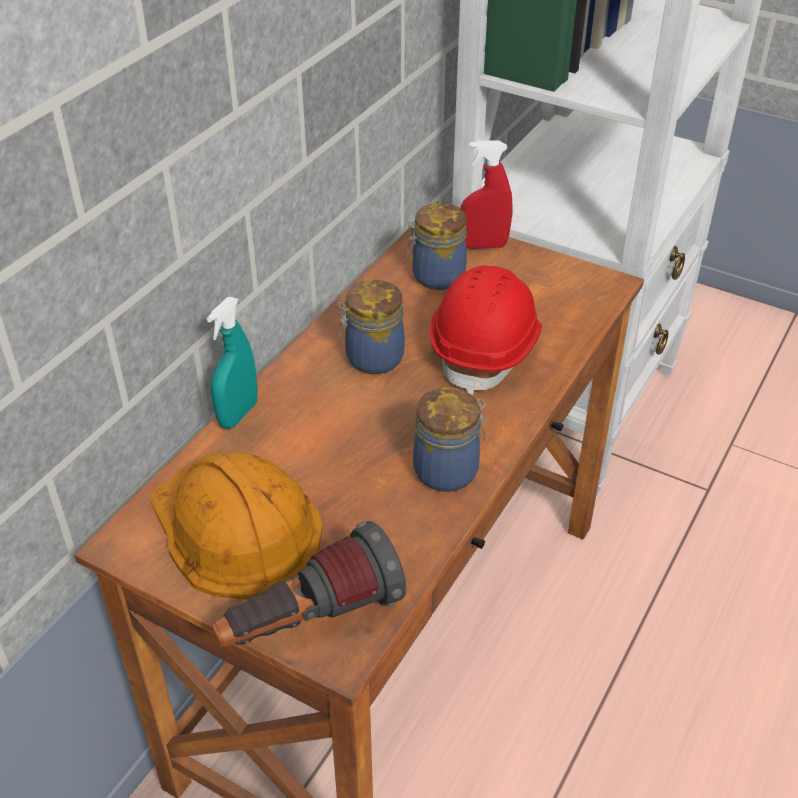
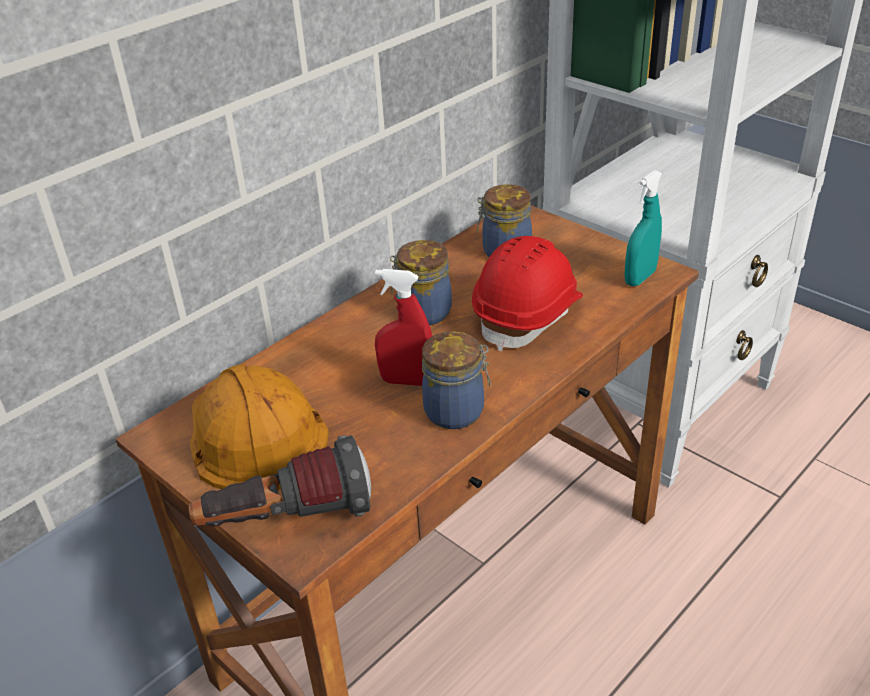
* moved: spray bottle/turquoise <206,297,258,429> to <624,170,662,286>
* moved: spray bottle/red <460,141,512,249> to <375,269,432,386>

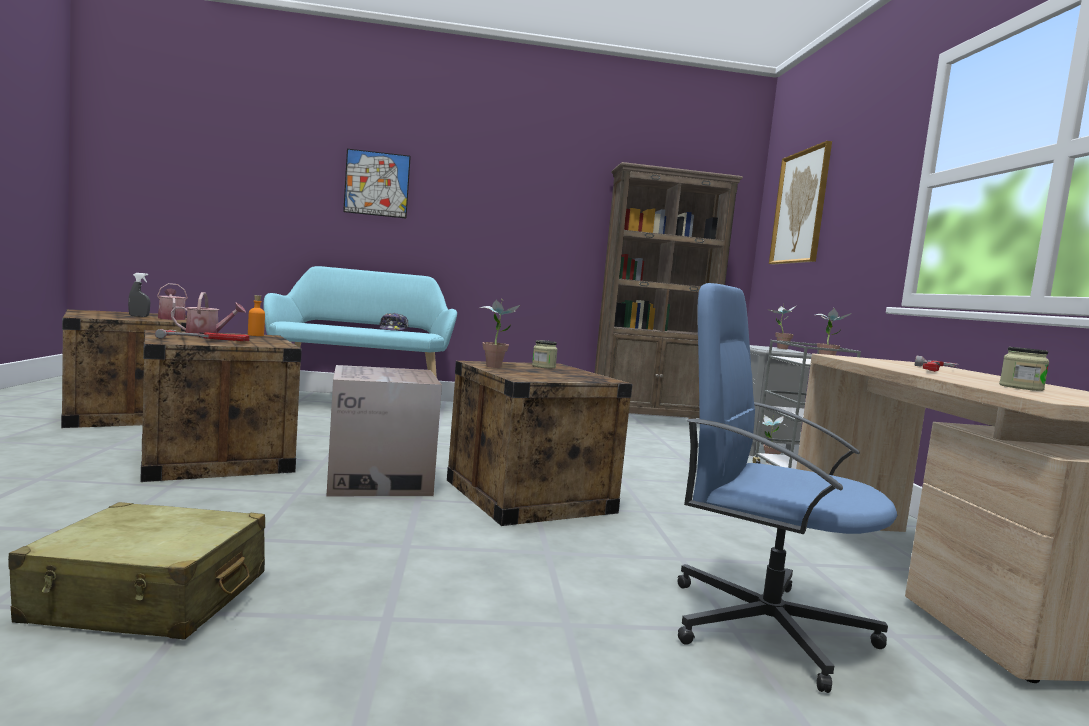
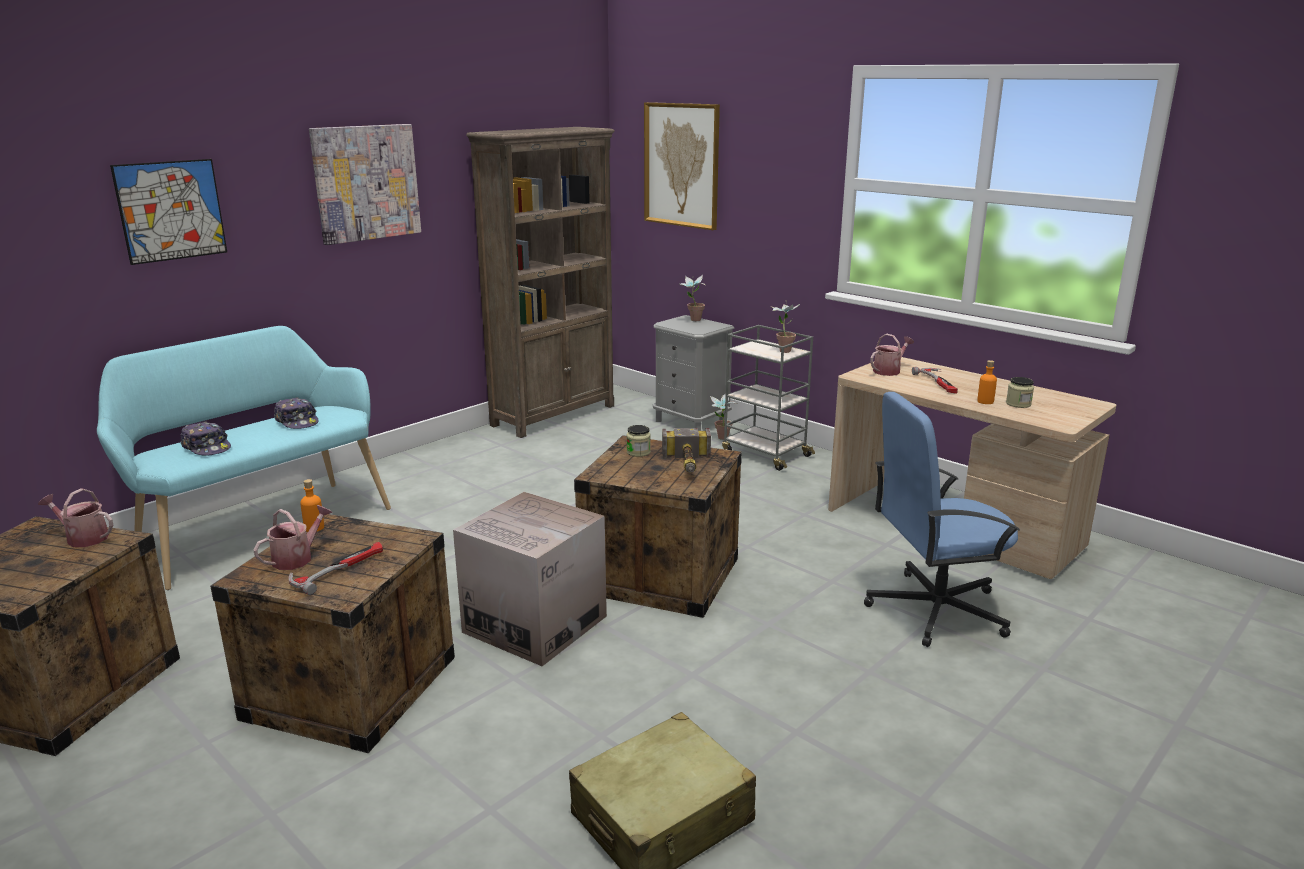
* removed: spray bottle/grey <128,273,150,317>
* removed: potted plant <480,299,520,368>
* added: cap <180,421,231,456>
* added: picture <309,124,421,245>
* added: hammer <662,428,711,473>
* added: watering can <870,334,914,376>
* added: bottle/orange <977,360,997,404>

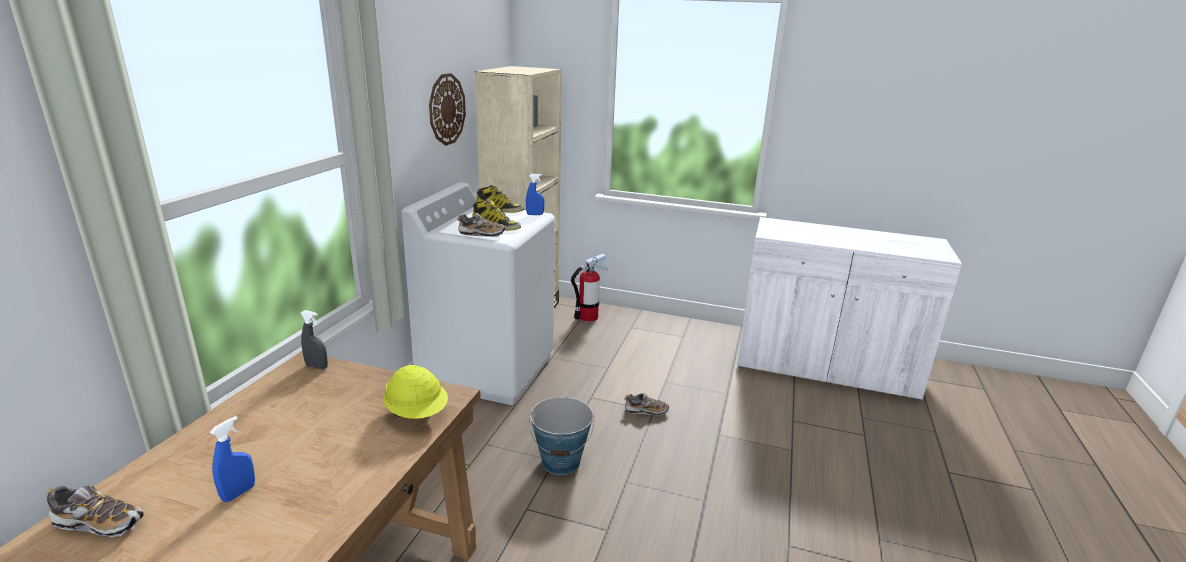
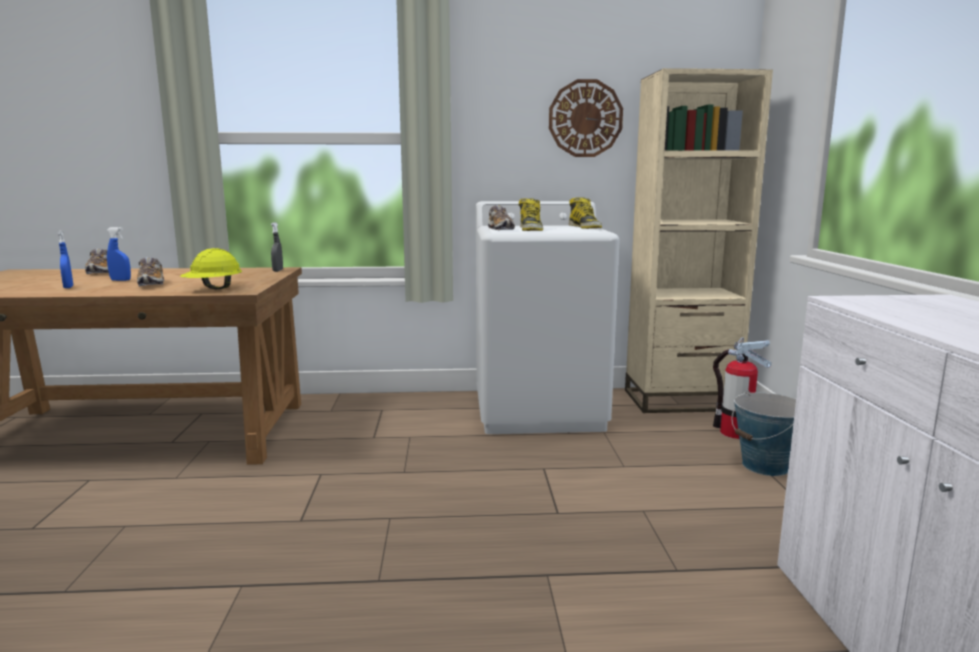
* moved: spray bottle/blue <526,174,544,215> to <58,231,73,288>
* moved: bucket <529,397,594,475> to <731,390,796,476>
* moved: shoe <625,393,669,415> to <137,257,164,287>

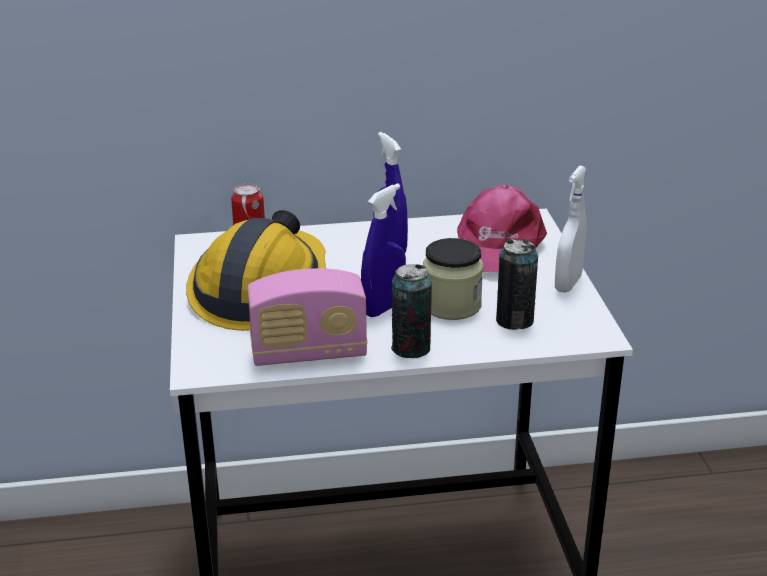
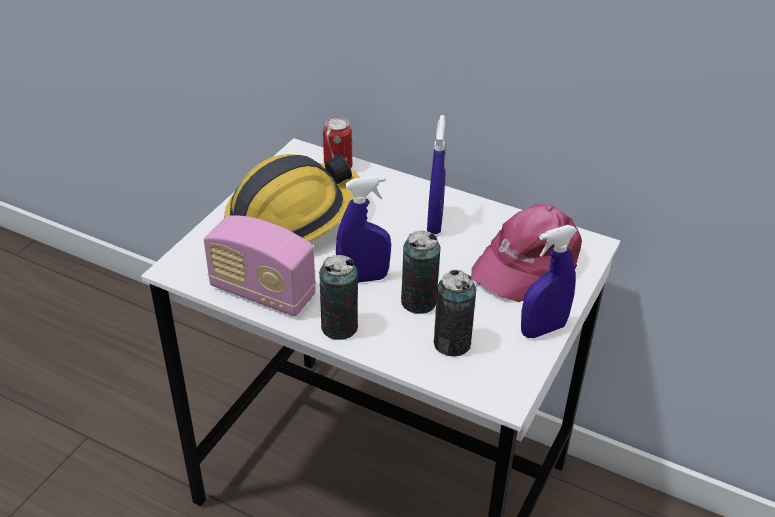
* replaced: jar <423,238,483,320> to can <401,231,440,314>
* recoloured: spray bottle/white <555,166,587,293> to spray bottle/blue <521,225,578,338>

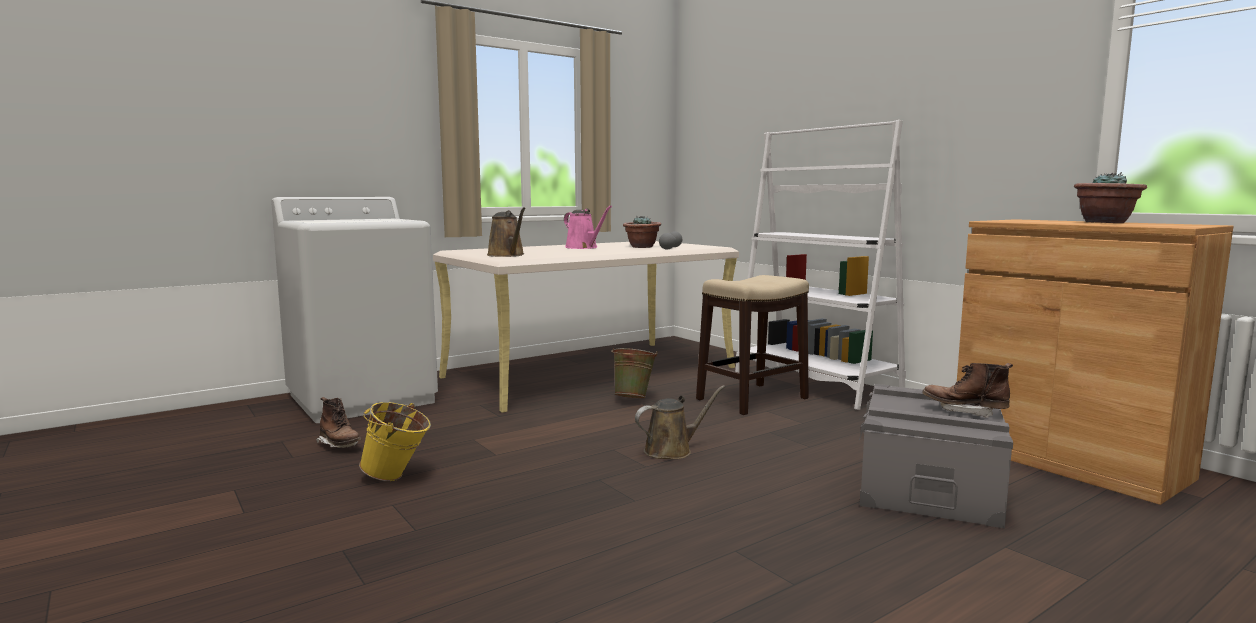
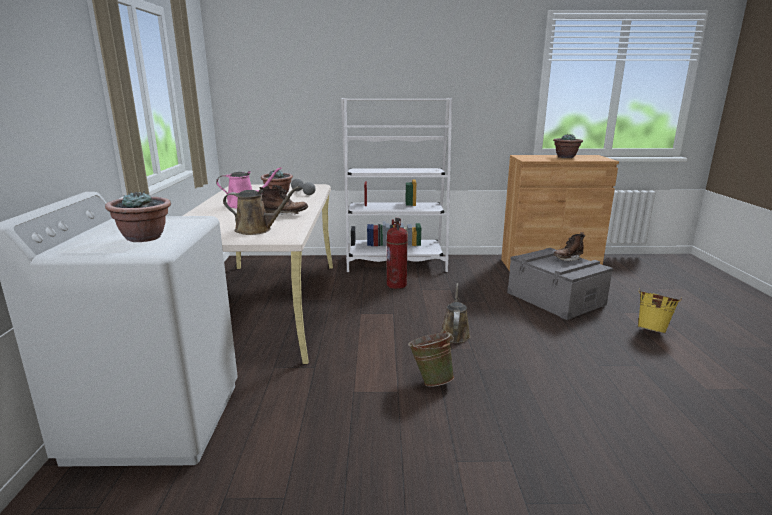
* moved: boot/brown <316,397,361,448> to <260,185,308,215>
* moved: bucket/yellow <359,402,431,481> to <637,289,682,334>
* moved: bucket/green <611,348,658,398> to <408,330,454,387>
* replaced: stool <696,275,809,415> to fire extinguisher <387,218,408,289>
* added: potted plant <105,191,171,242>

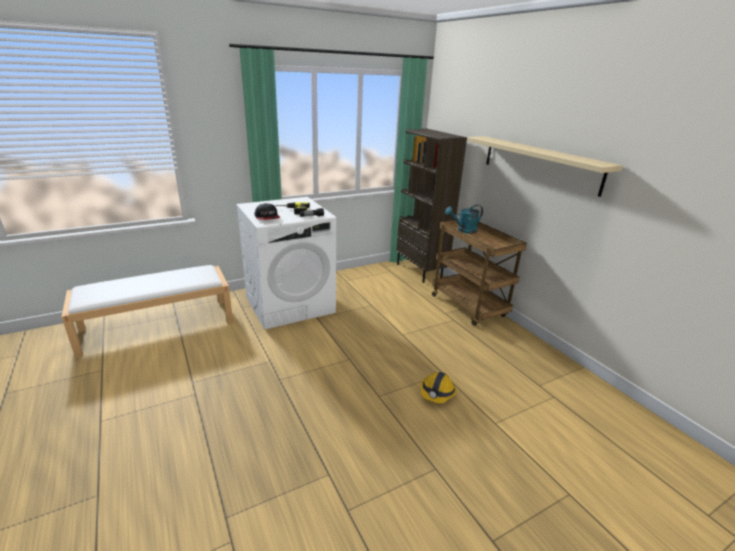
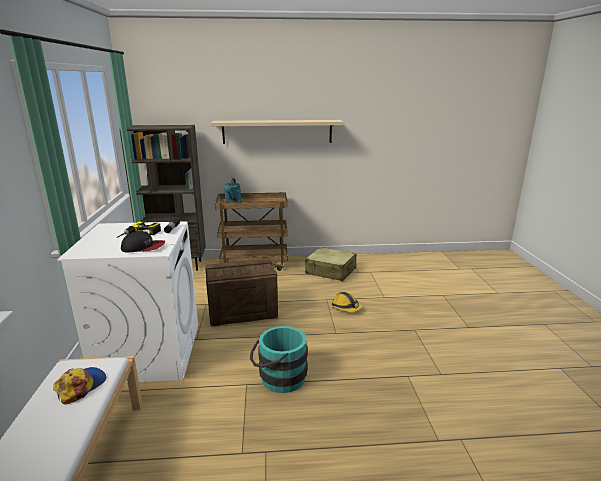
* added: cap <53,367,107,405>
* added: crate <205,259,278,326>
* added: bucket/turquoise <250,326,308,393>
* added: suitcase/beige <305,247,357,281>

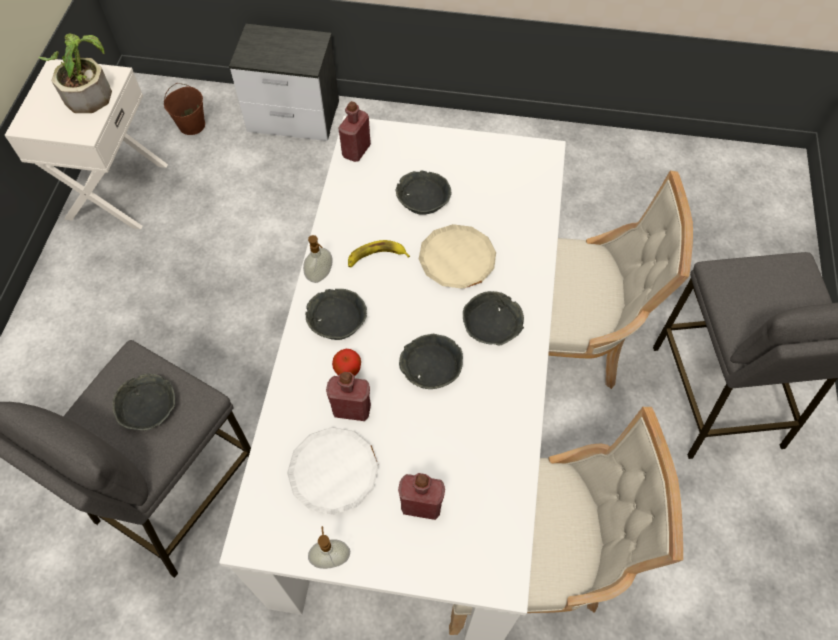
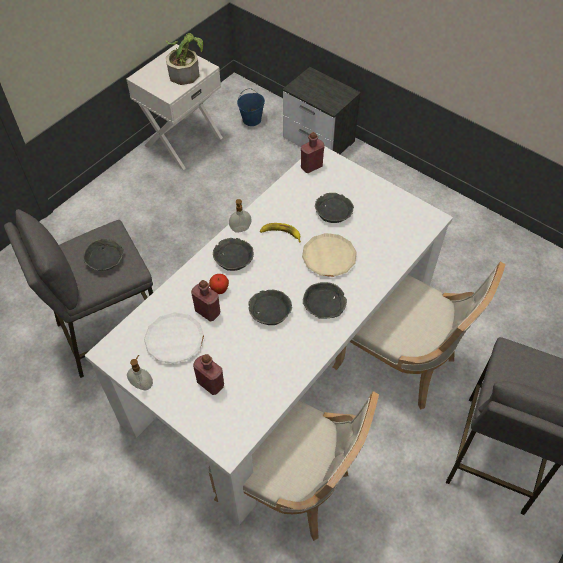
* recoloured: bucket/brown <164,83,205,135> to bucket/blue <237,88,265,126>

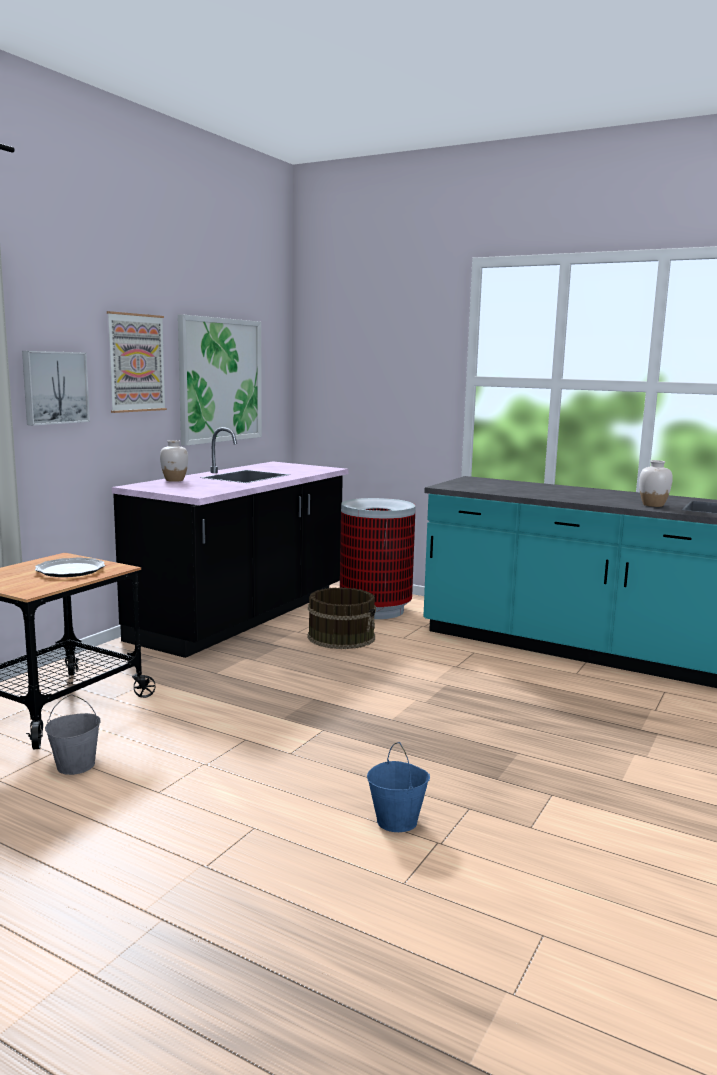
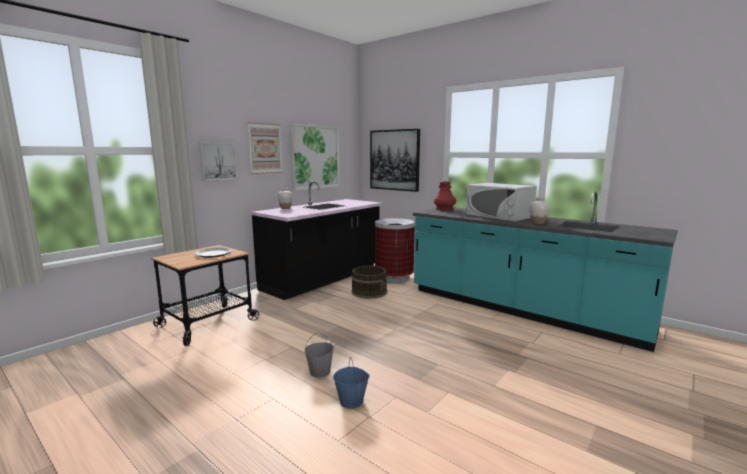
* moved: bucket/grey <45,694,101,775> to <304,332,334,378>
* added: picture <370,129,420,192>
* added: vase/red <434,181,456,210>
* added: microwave/white <466,183,537,222>

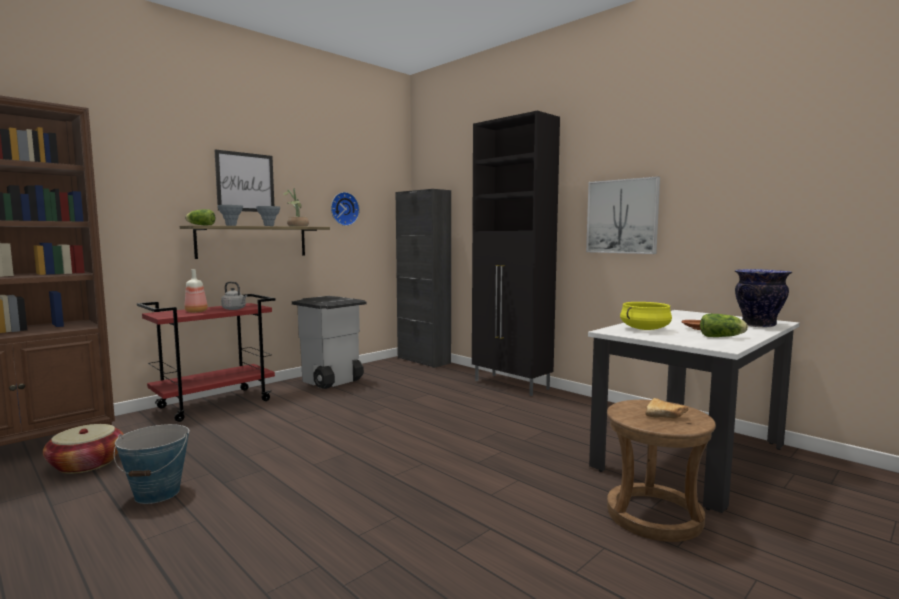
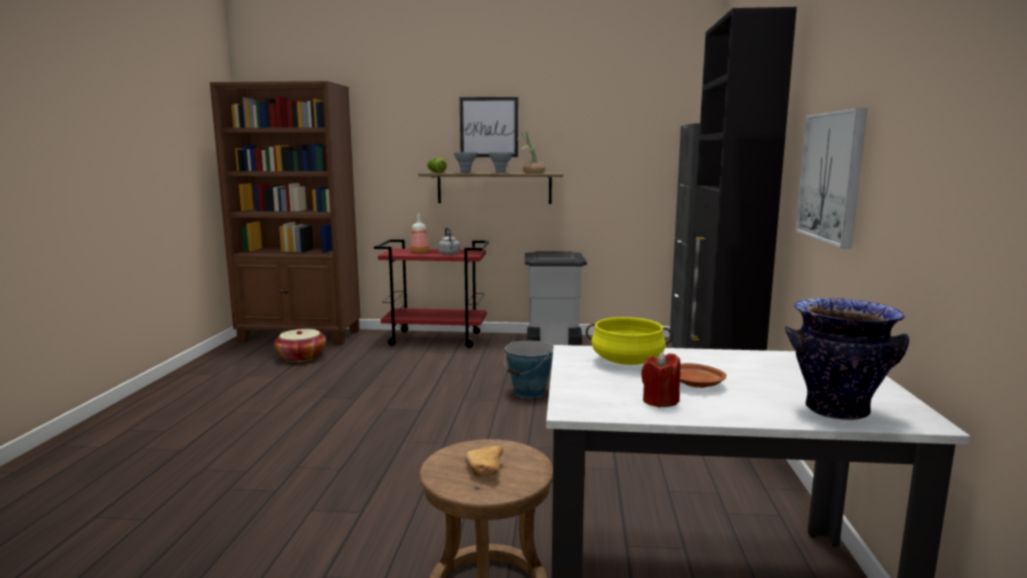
* moved: bucket <114,424,189,504> to <504,340,553,398>
* removed: wall clock <331,192,360,226>
* replaced: lettuce <700,314,748,337> to candle/red <641,352,681,408>

